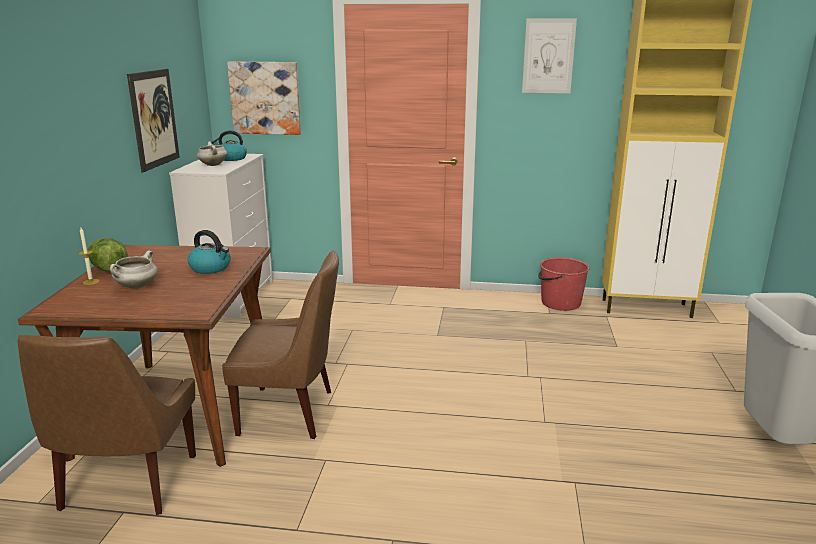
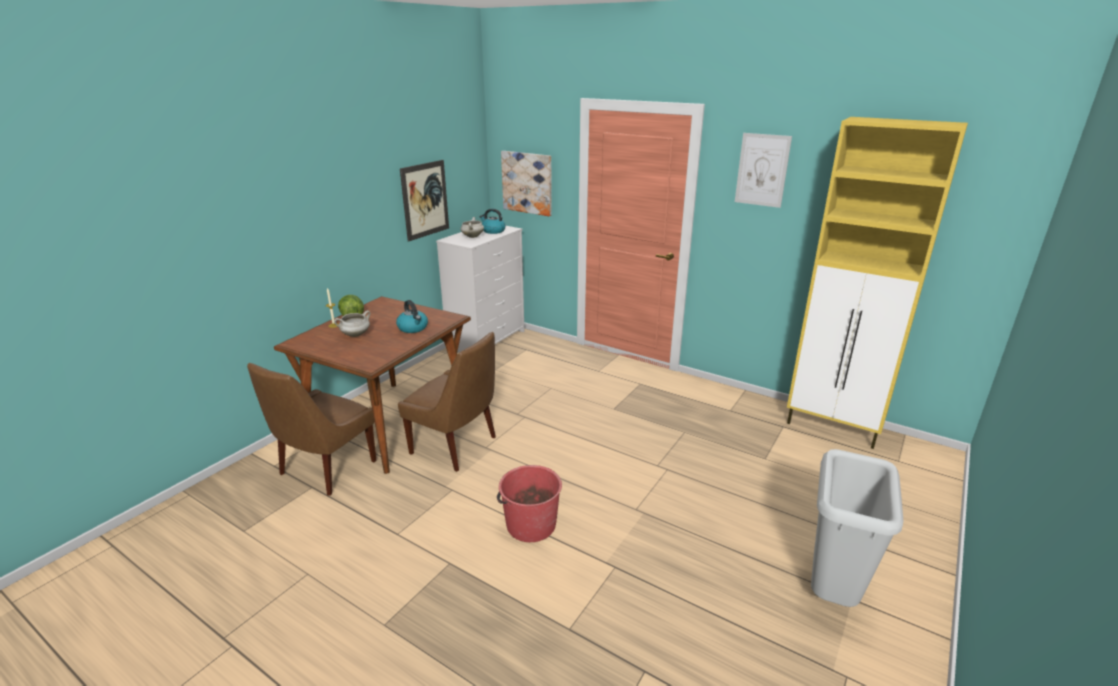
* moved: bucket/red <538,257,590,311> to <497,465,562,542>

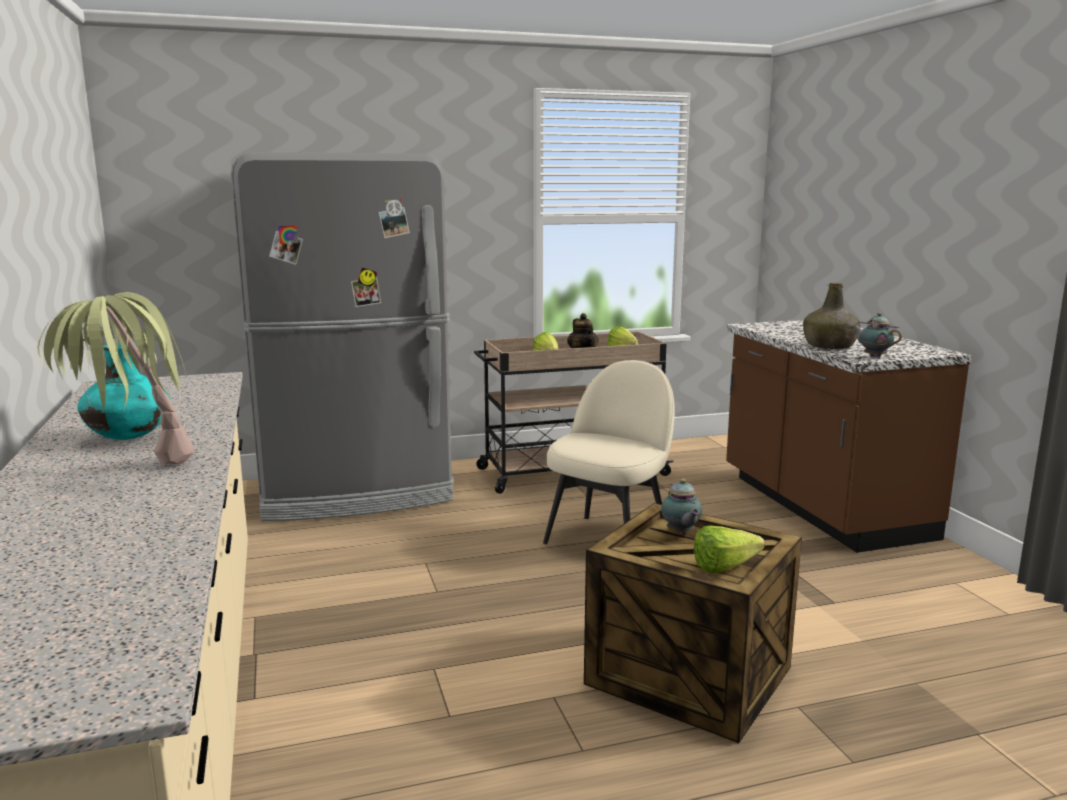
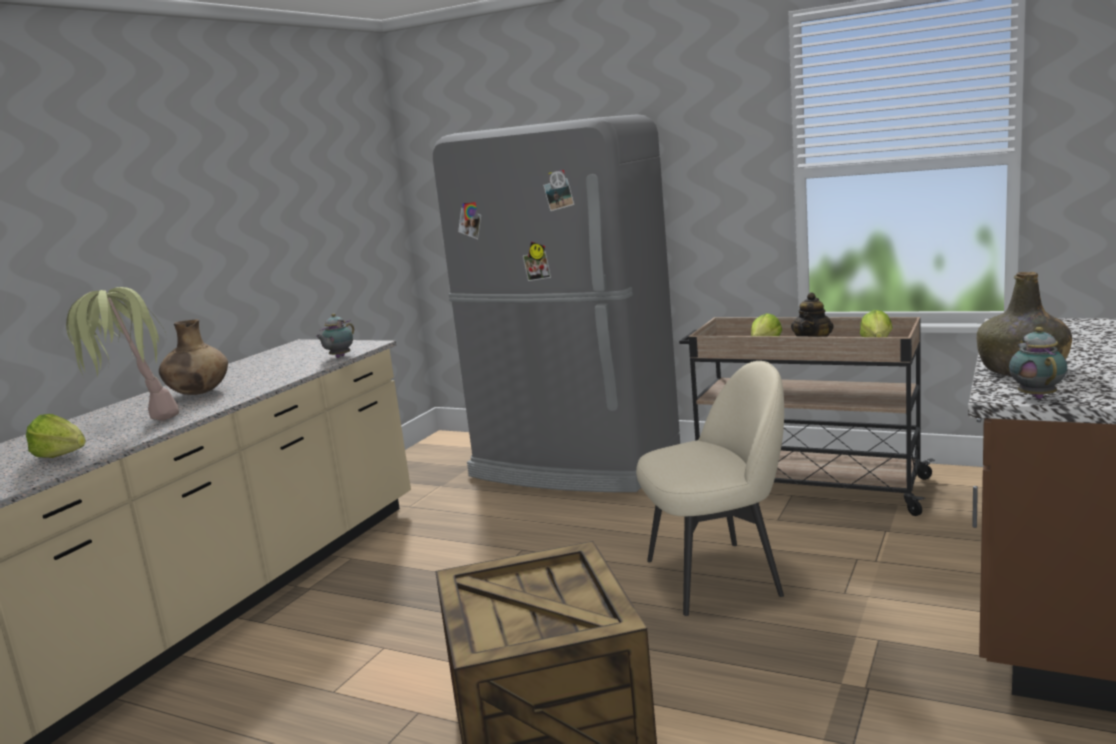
* recoloured: vase/turquoise <77,344,170,440> to vase/brown <159,320,228,395>
* moved: teapot <661,479,702,535> to <316,313,354,358>
* moved: lettuce <694,526,765,573> to <26,414,86,458>

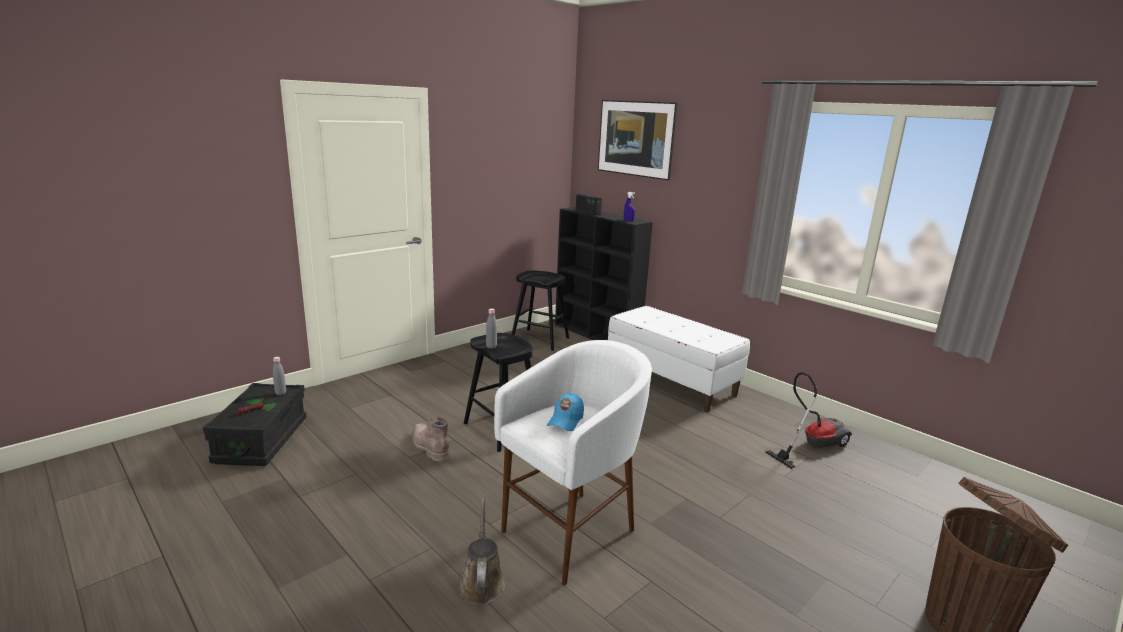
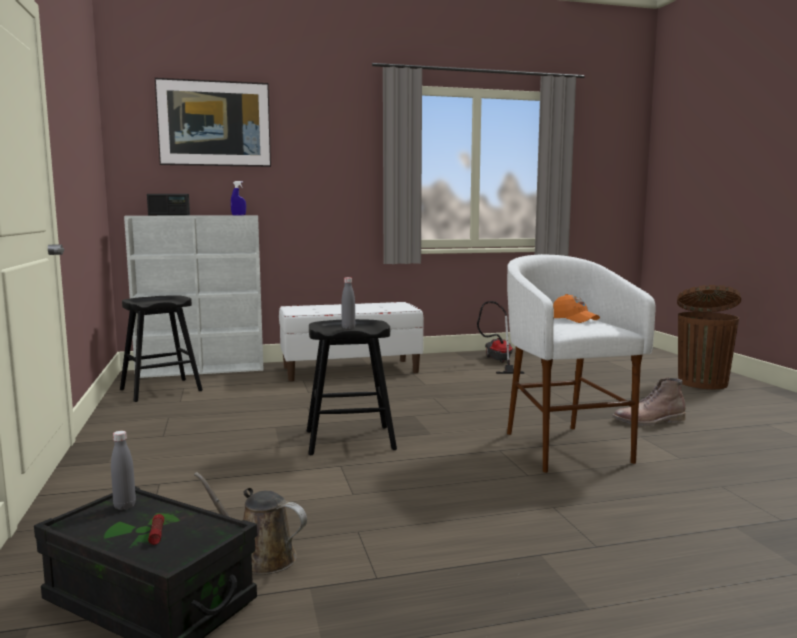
* moved: boot/brown <412,416,449,461> to <613,378,686,426>
* moved: watering can/brown <458,498,505,605> to <194,472,307,575>
* recoloured: cap/blue <547,393,584,431> to cap/orange <553,294,600,323>
* recoloured: bookcase/black <555,207,653,340> to bookcase/white <124,215,264,378>

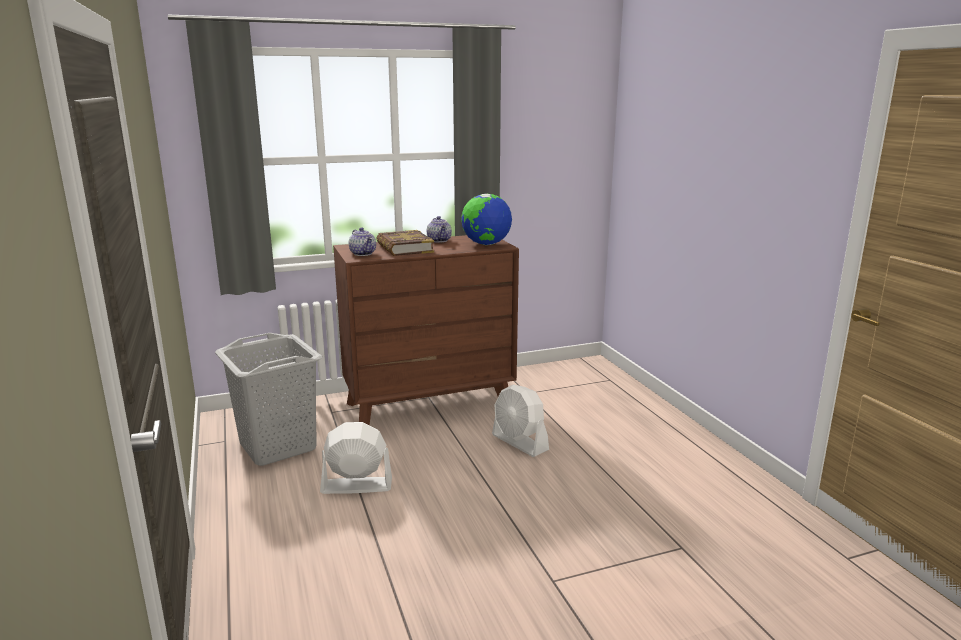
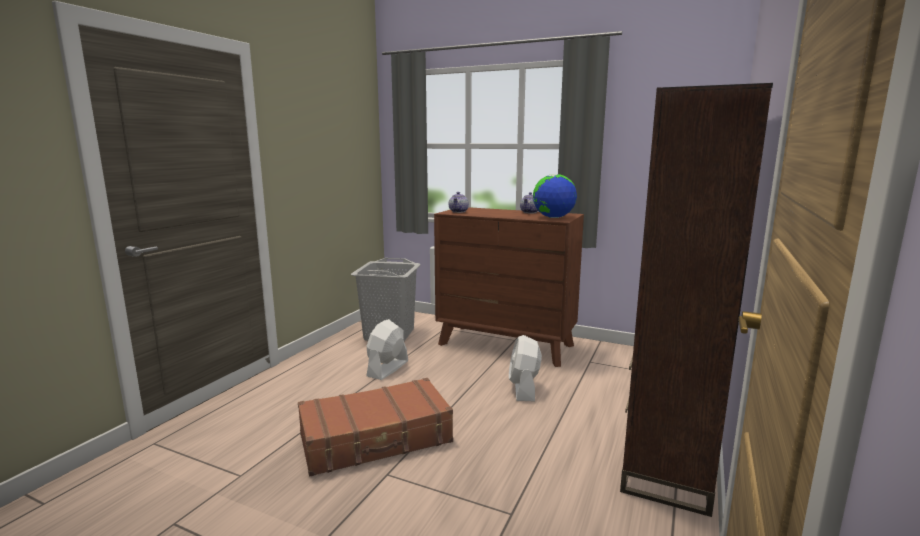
* turned: fan/white <320,422,392,494> = <367,319,408,380> 105 degrees counterclockwise
* removed: book <376,230,434,256>
* added: suitcase/brown <298,378,453,476>
* added: bookcase/brown <620,83,773,517>

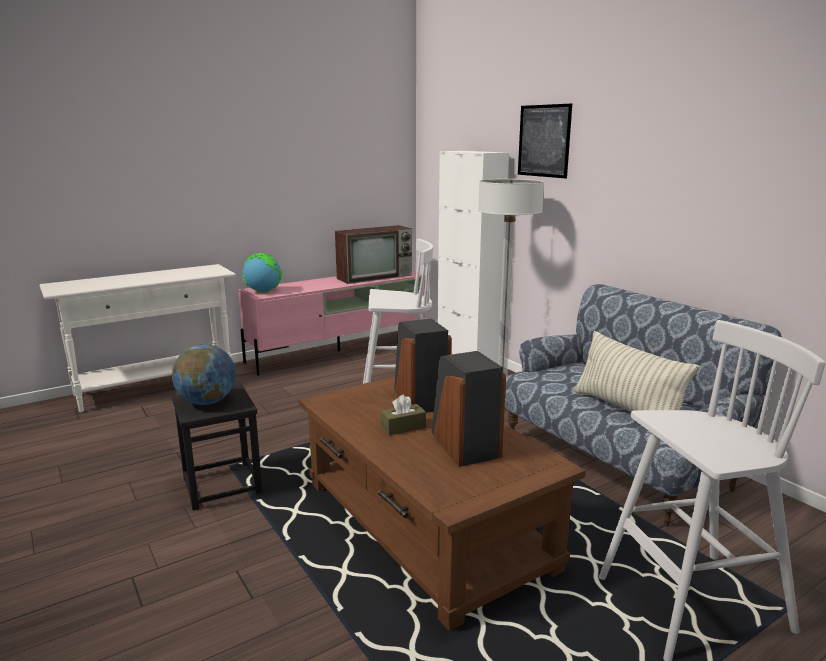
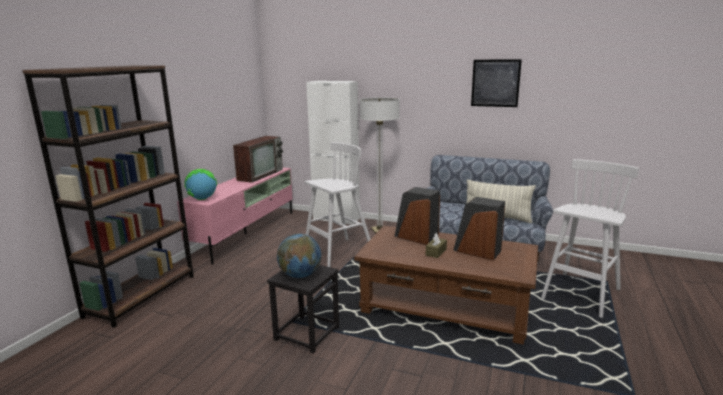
* replaced: console table/white <39,264,236,412> to bookcase/brown <22,65,194,328>
* moved: picture <518,104,572,178> to <471,59,522,107>

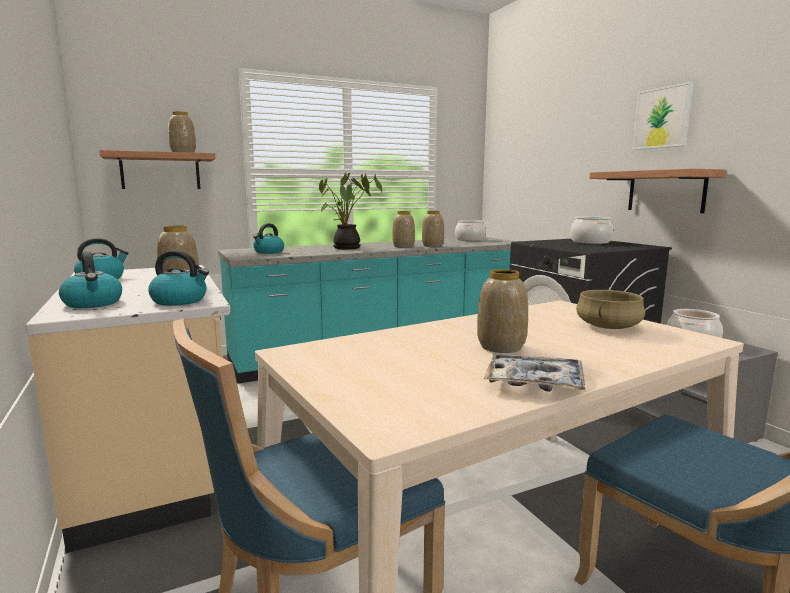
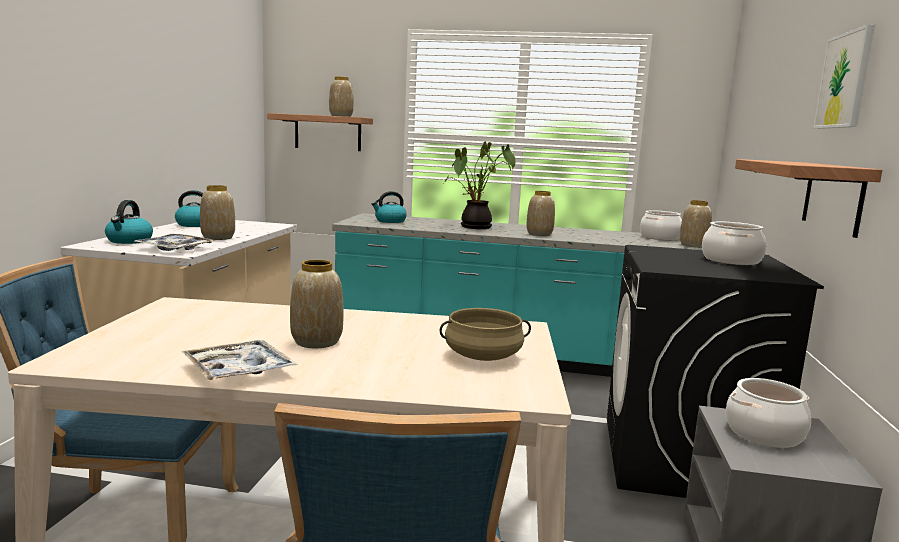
* replaced: kettle <148,250,209,306> to tray <135,234,214,251>
* moved: vase <422,211,444,247> to <680,200,712,248>

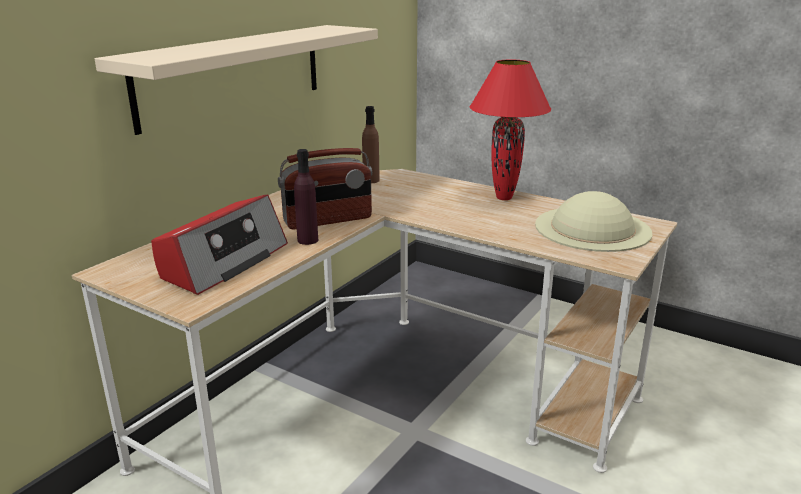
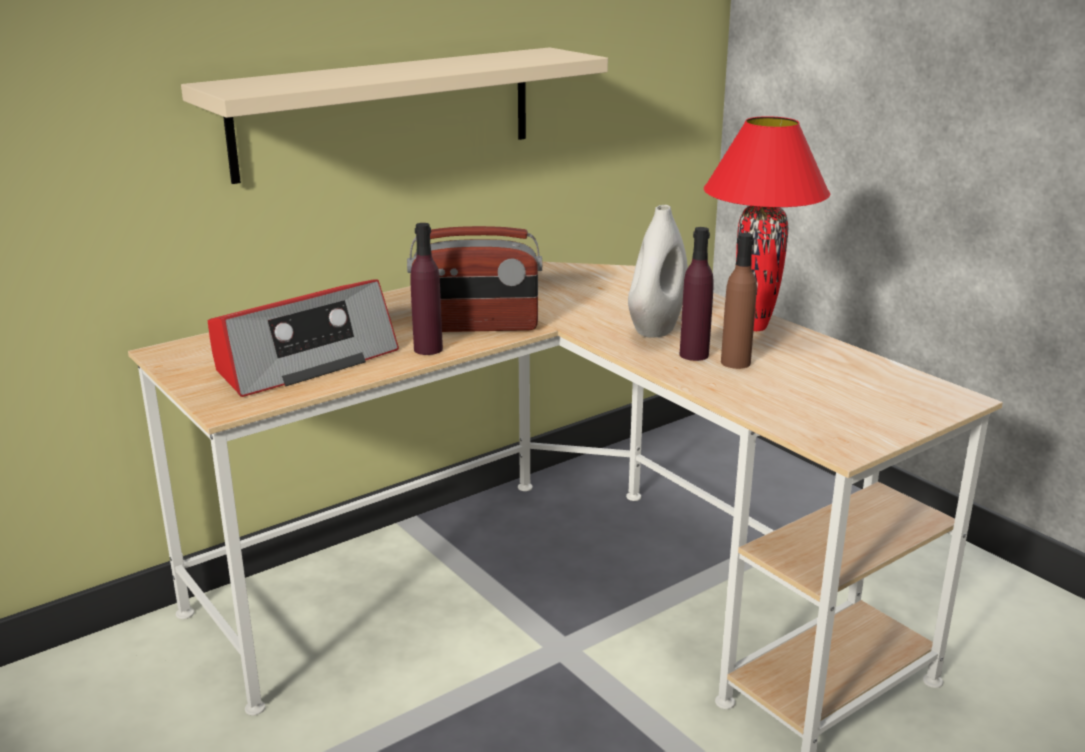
* moved: bottle/brown <362,106,380,183> to <721,233,757,369>
* removed: hat/beige <535,191,652,252>
* added: vase/white <628,205,688,338>
* added: bottle/purple <680,227,714,361>

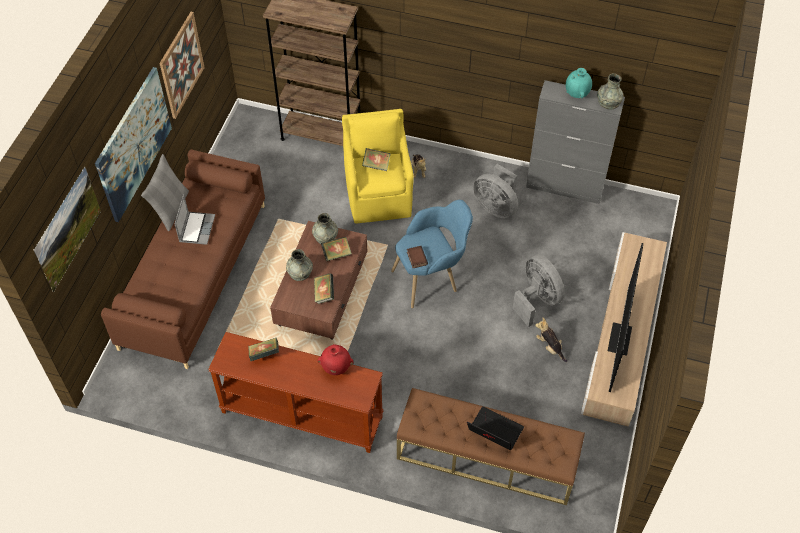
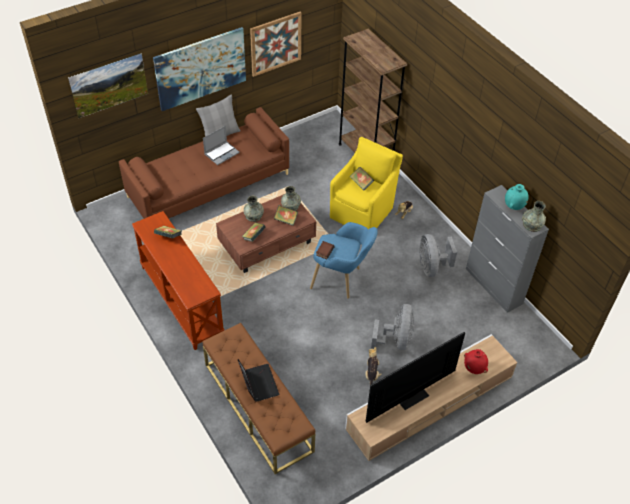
* moved: vase/red <318,344,354,375> to <464,349,488,374>

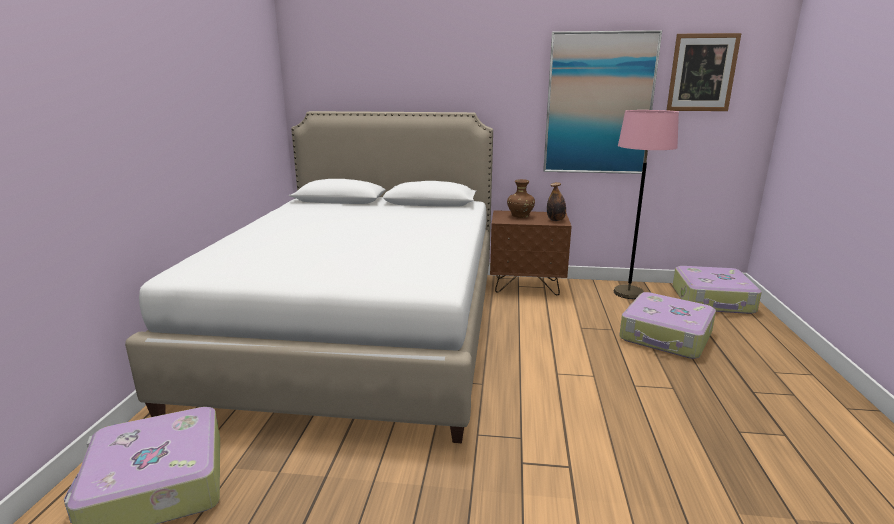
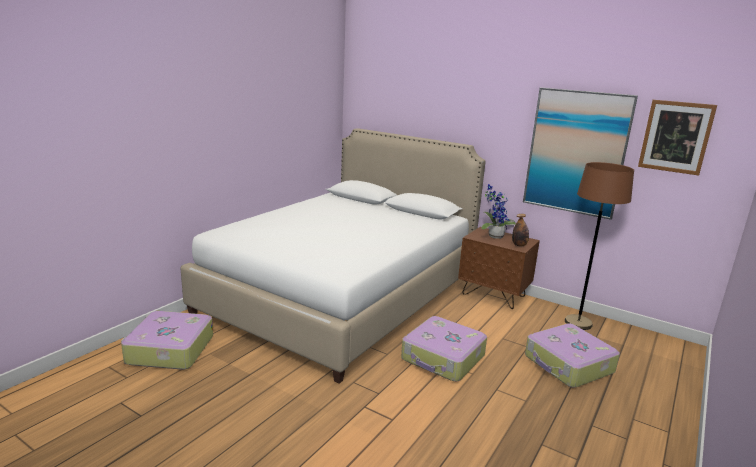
* replaced: vase/brown <507,179,535,218> to potted plant <481,184,516,239>
* recoloured: floor lamp/pink <614,110,679,299> to floor lamp/brown <565,162,634,330>
* moved: suitcase <673,266,762,314> to <401,316,487,381>

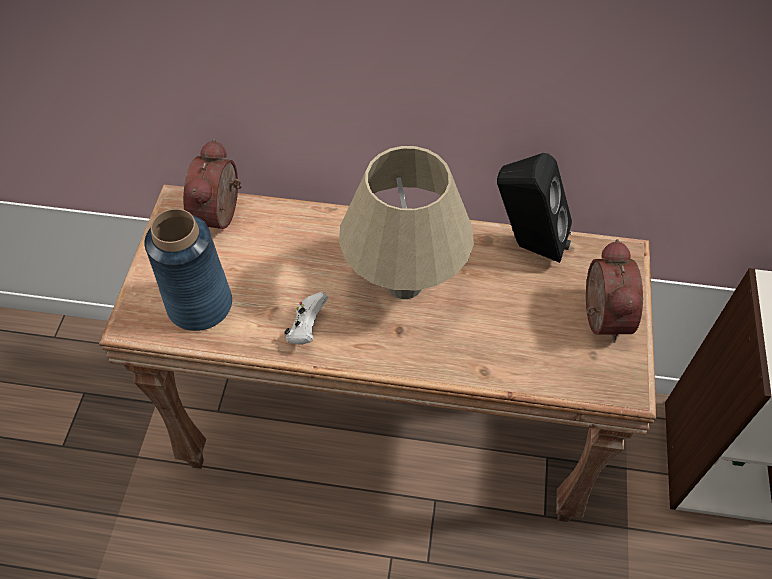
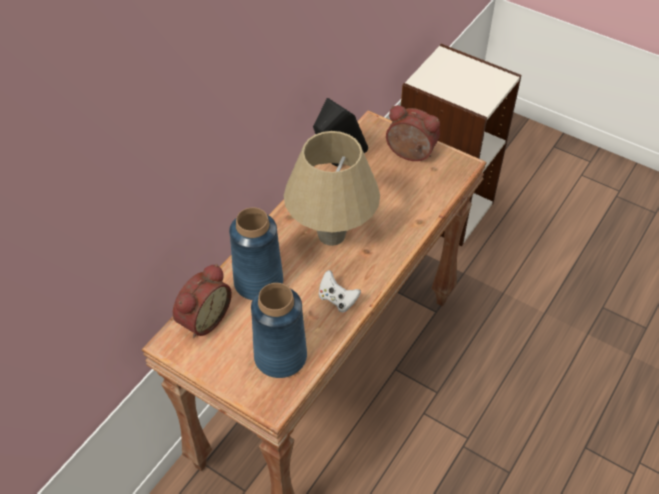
* turned: alarm clock <183,139,242,229> = <173,264,232,338> 90 degrees counterclockwise
* added: vase/blue <229,207,283,300>

